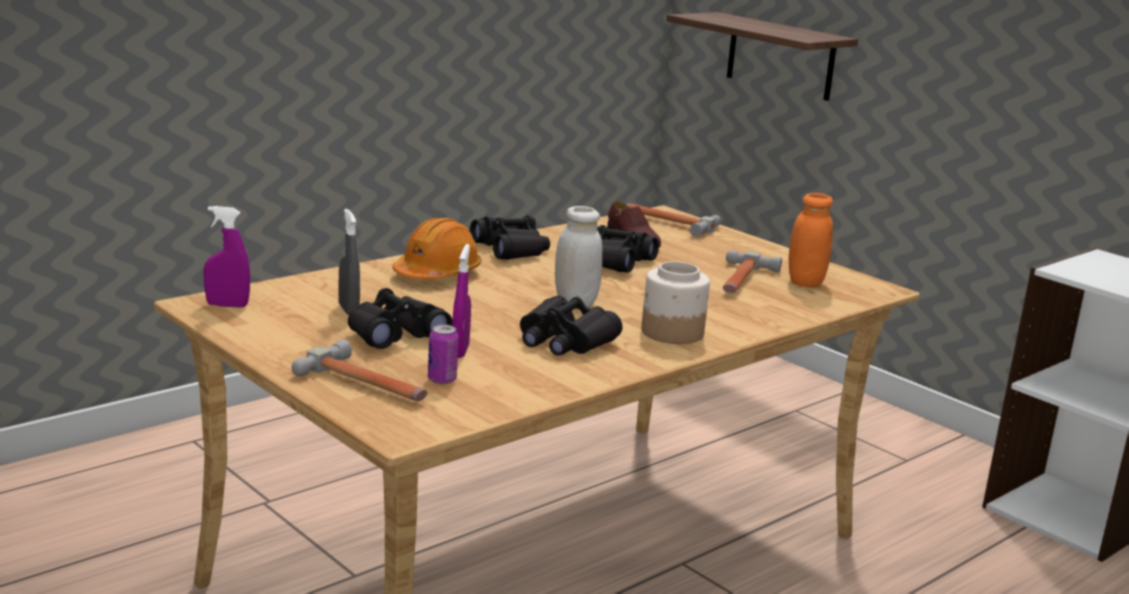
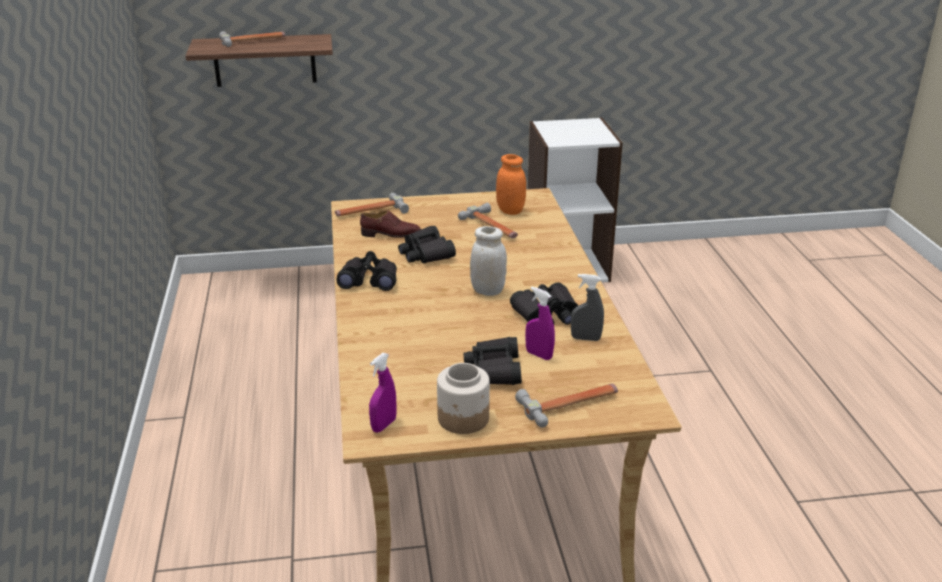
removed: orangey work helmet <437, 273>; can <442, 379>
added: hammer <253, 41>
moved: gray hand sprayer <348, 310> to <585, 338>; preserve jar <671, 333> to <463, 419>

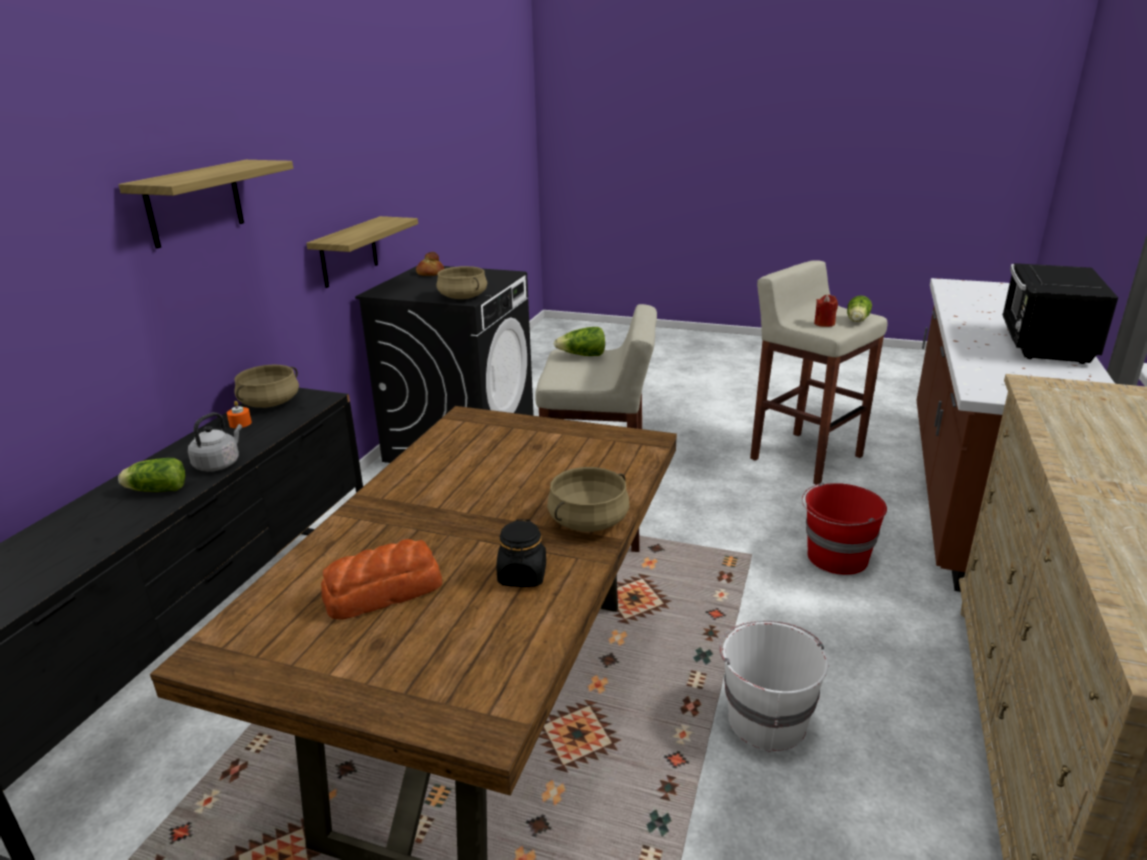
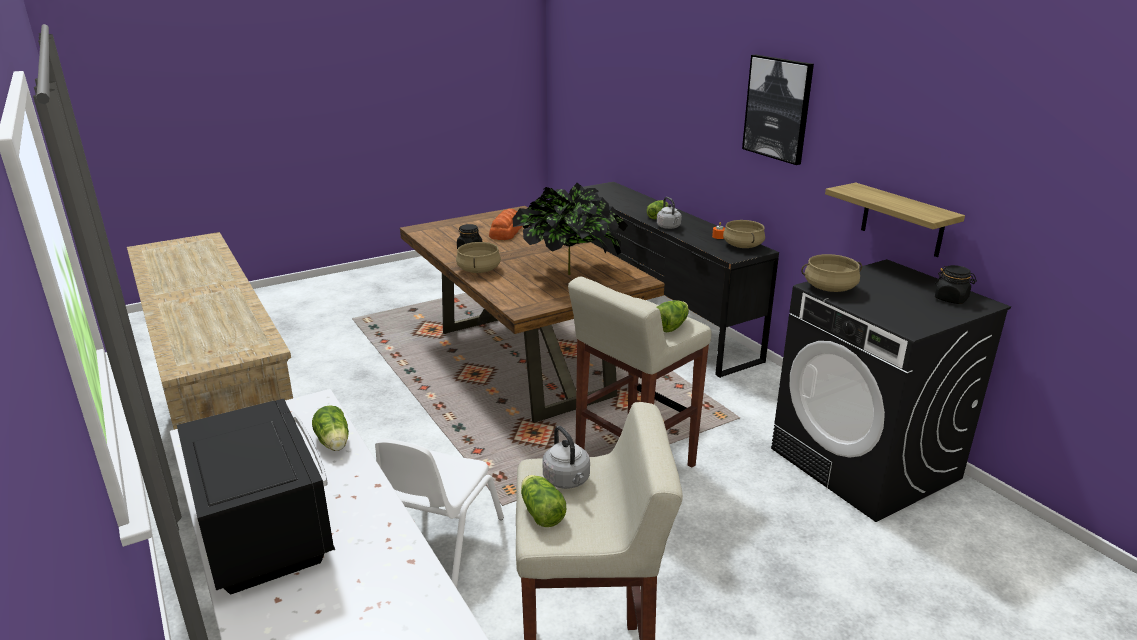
removed: white-coloured pail <765, 719>
added: lettuce <334, 443>; houseplant <570, 273>
replaced: wall shelf <194, 203> to wall art <778, 108>; baked bread <430, 273> to black-coloured preserve jar <951, 299>; red-coloured pail <836, 558> to white-coloured plain chair <439, 543>; red-coloured wax candle <824, 324> to gray tea kettle <567, 481>

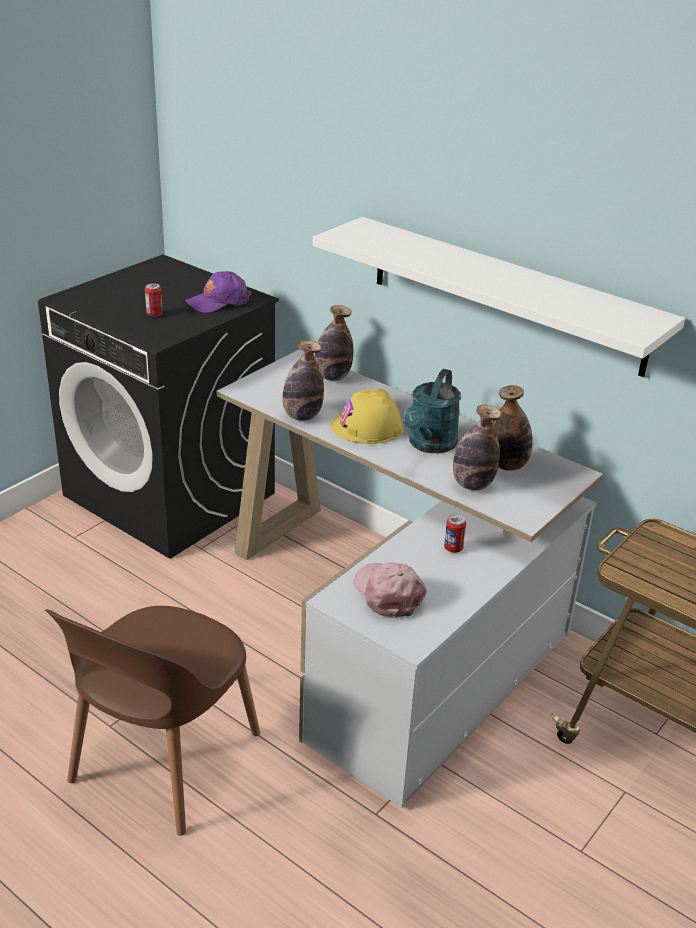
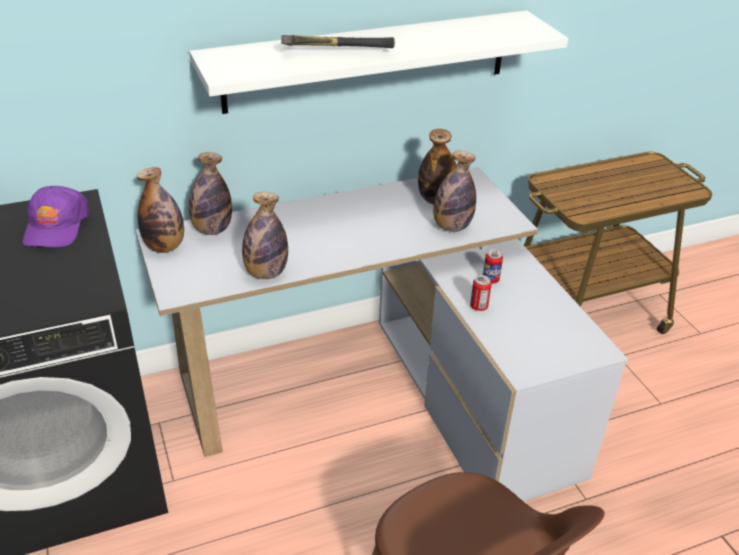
removed: yellowish work helmet <367, 427>; pinkish cap <388, 593>; blue-green watering pot <429, 445>
added: drink bottle <165, 247>; hammer <333, 51>
moved: can <154, 314> to <478, 306>

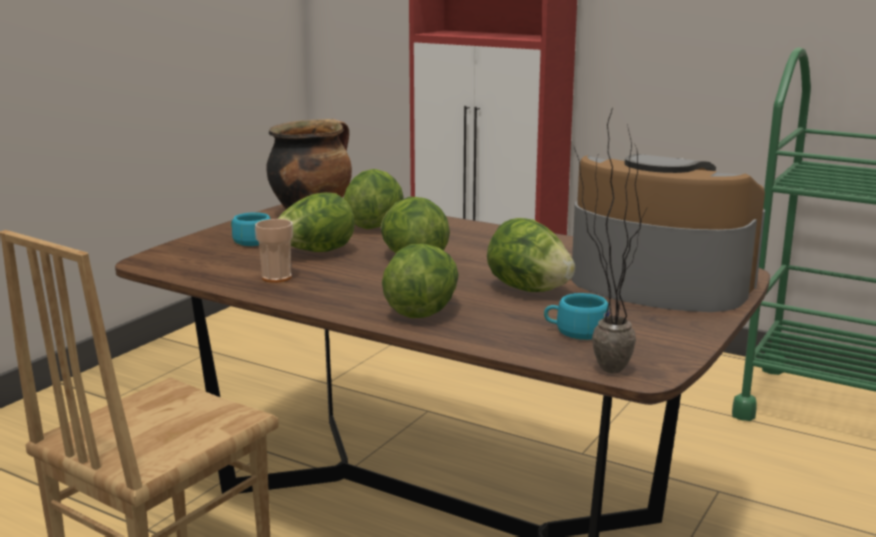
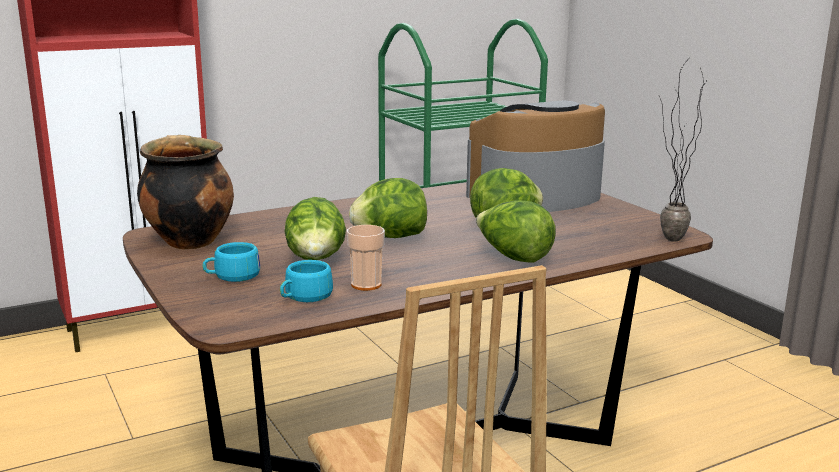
removed: lettuce <374, 226>
moved: blue-green drinking cup <575, 331> to <304, 297>

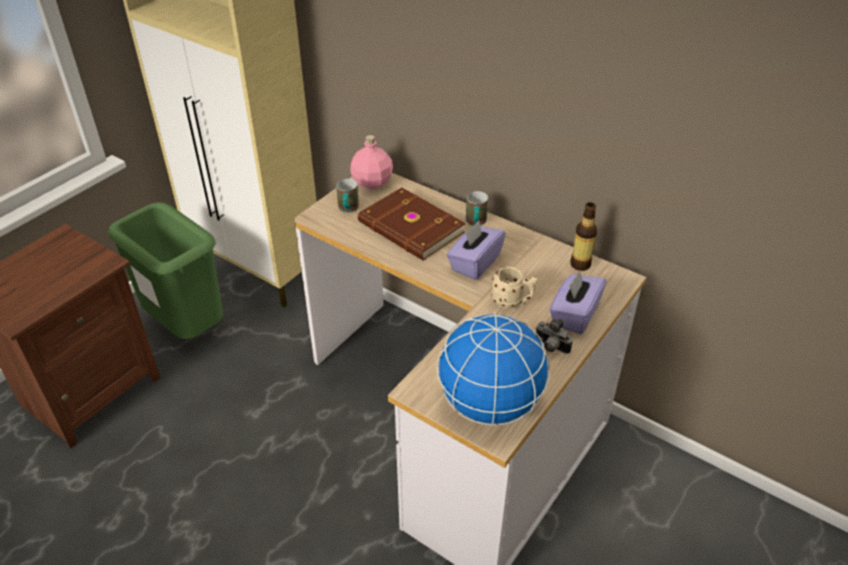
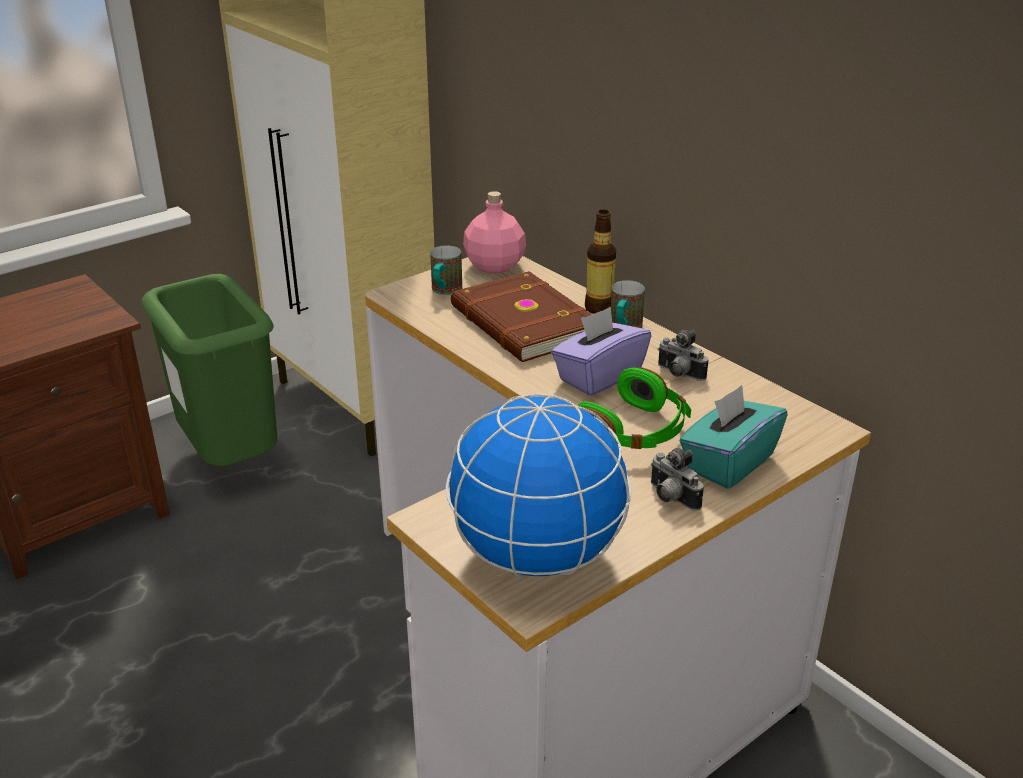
added: still camera <678, 374>
moved: drink bottle <580, 264> to <598, 308>
replaced: beige-coloured coffee mug <512, 302> to green headphones <635, 432>
recoloured: purple-coloured box of tissues <574, 315> to blue-green box of tissues <728, 463>

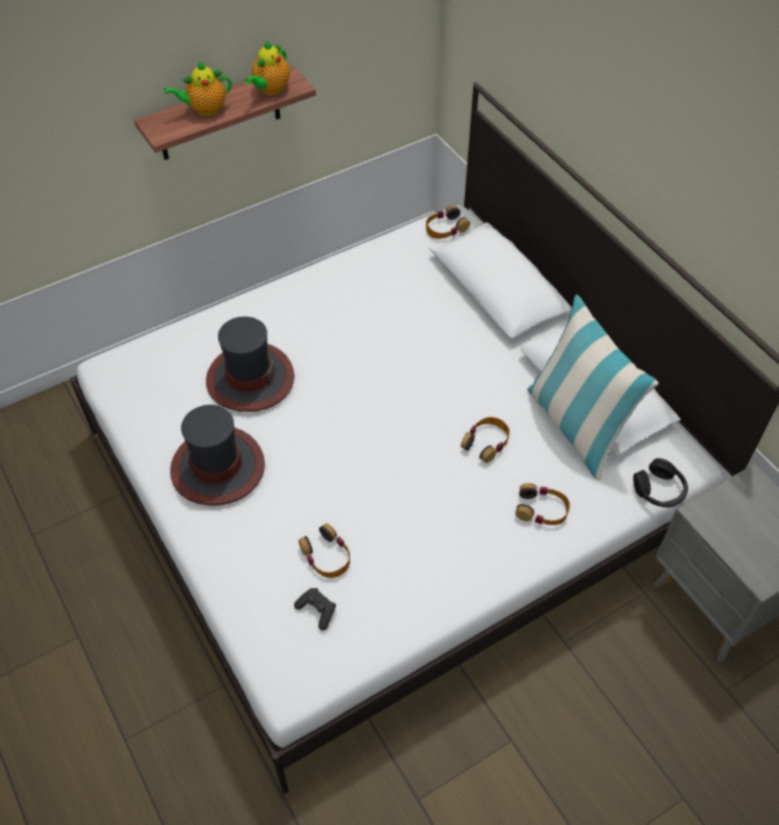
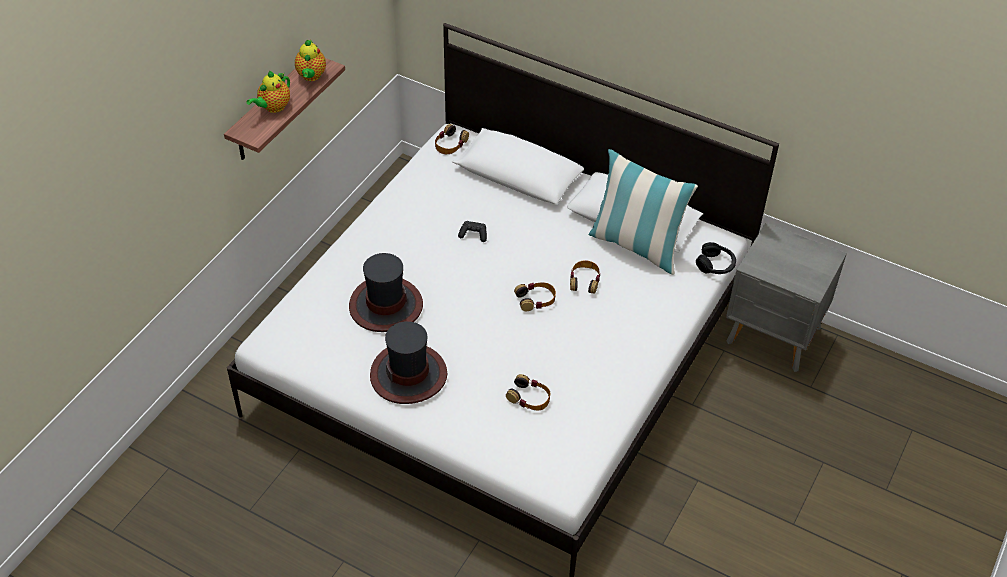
moved: black-coloured joypad <317, 611> to <473, 235>; headphones <542, 509> to <536, 299>

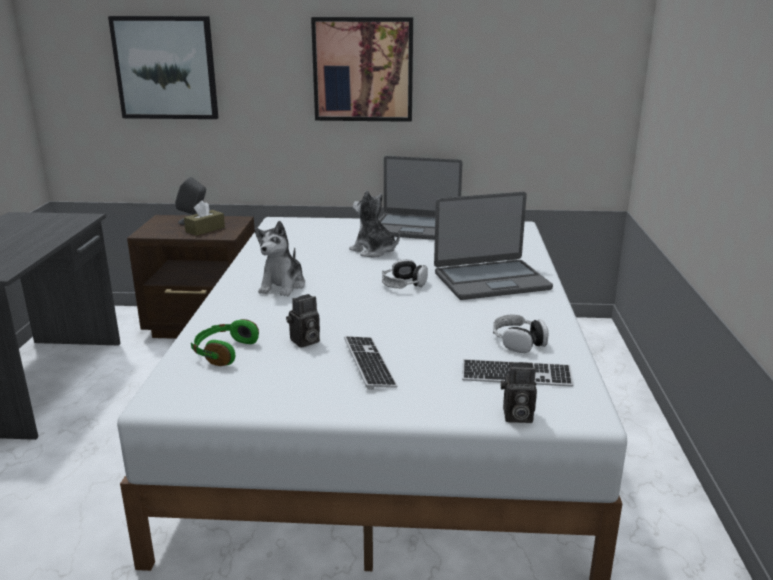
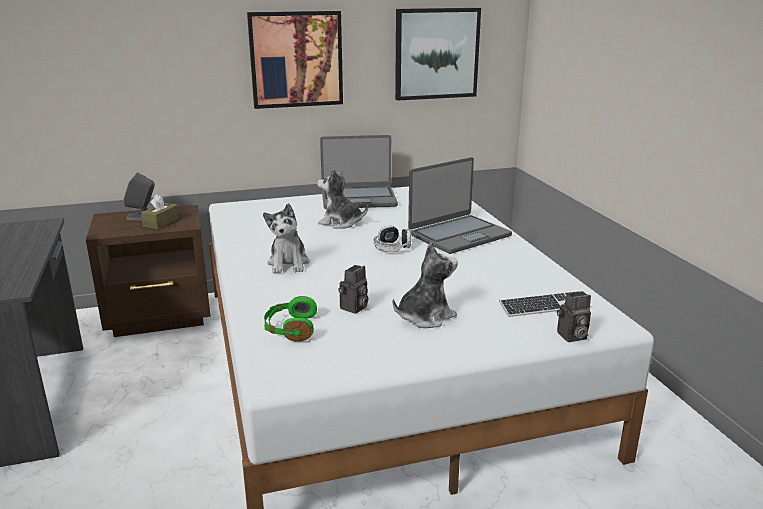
removed: headphones <518, 342>
moved: wall art <166, 68> to <436, 53>
replaced: PC keyboard <369, 363> to plush toy <425, 317>

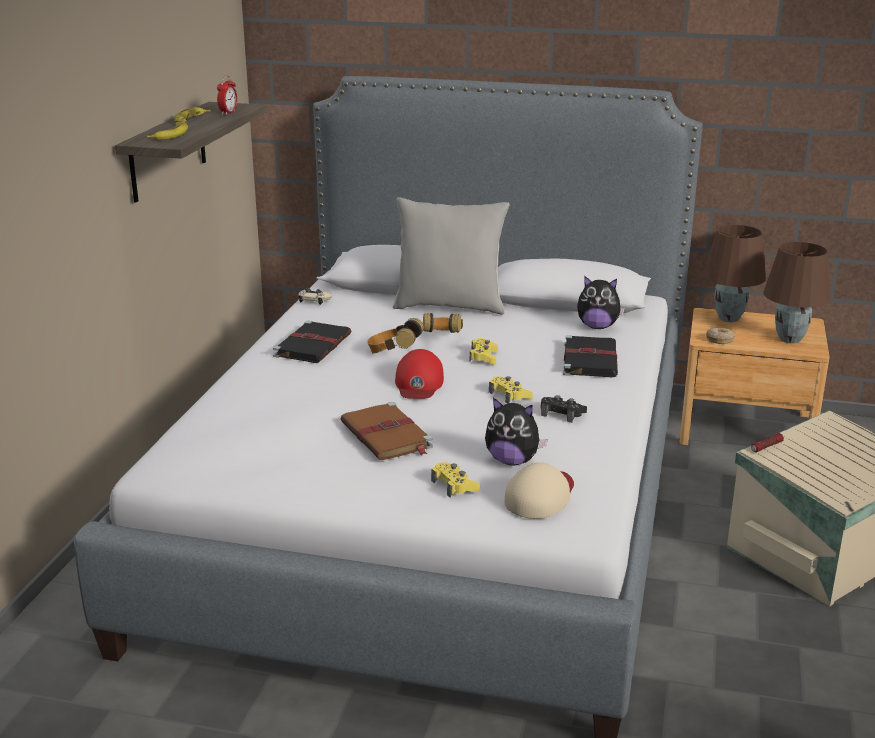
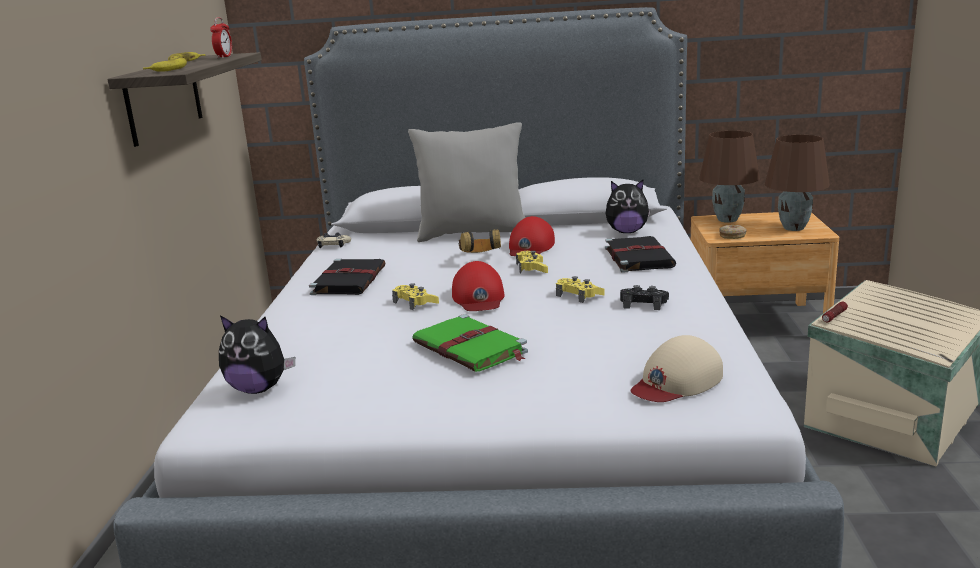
removed: headphones <393, 353>
added: red-coloured cap <530, 247>
moved: yellowish joypad <455, 485> to <415, 302>; plush toy <512, 461> to <258, 389>
recoloured: brown bound book <387, 436> to green bound book <471, 348>
turned: beige-coloured cap <541, 496> = <676, 381> 150 degrees counterclockwise

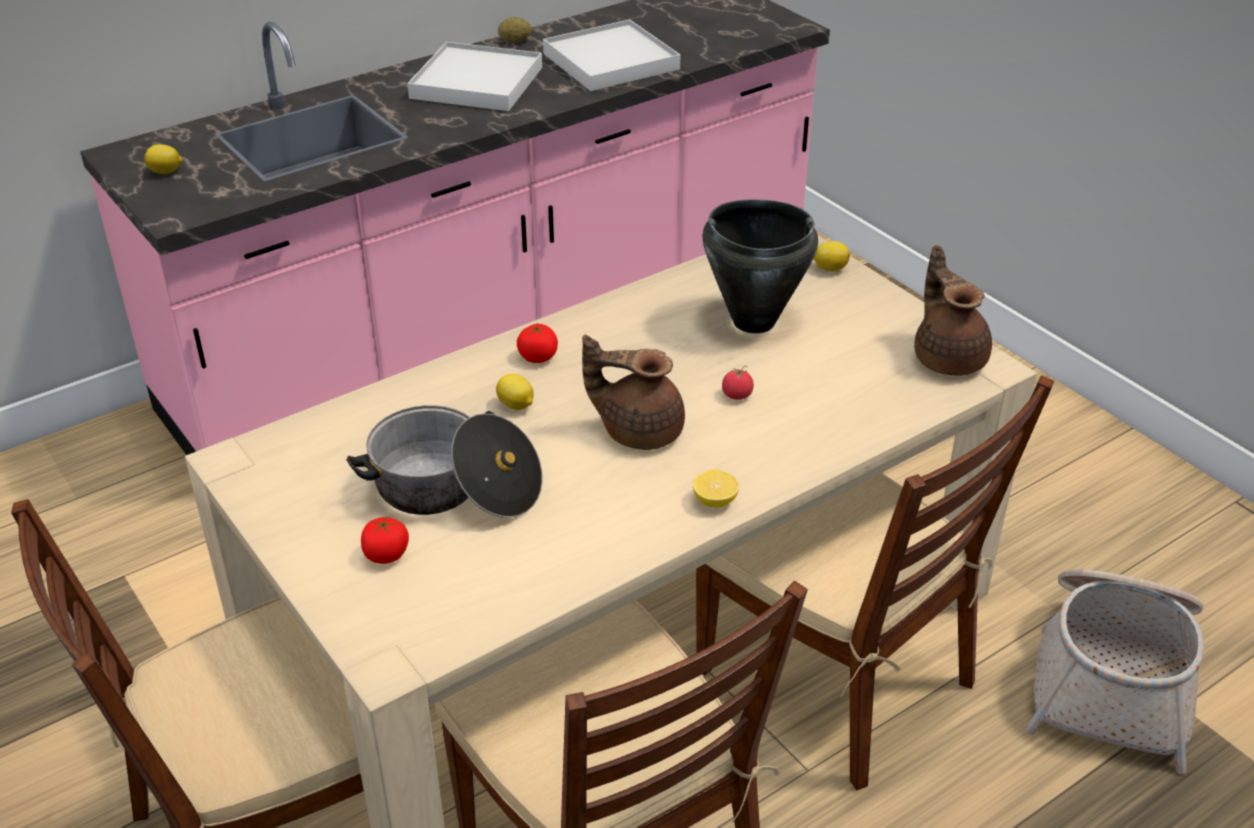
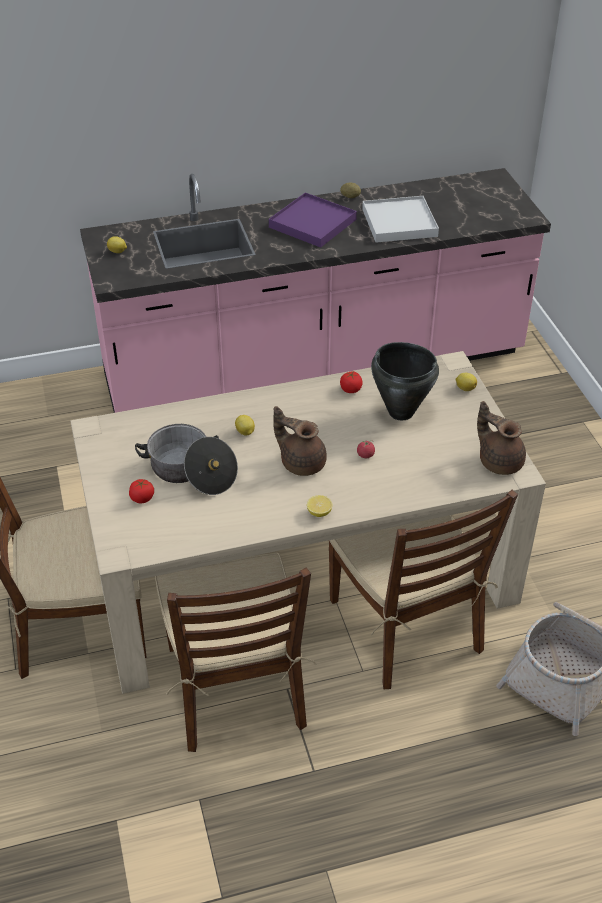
moved: whole tomato <538, 357> to <351, 389>
recoloured: white-coloured carrying tray <477, 82> to purple-coloured carrying tray <313, 223>
turned: brown teapot <948, 357> = <499, 461> 45 degrees counterclockwise

